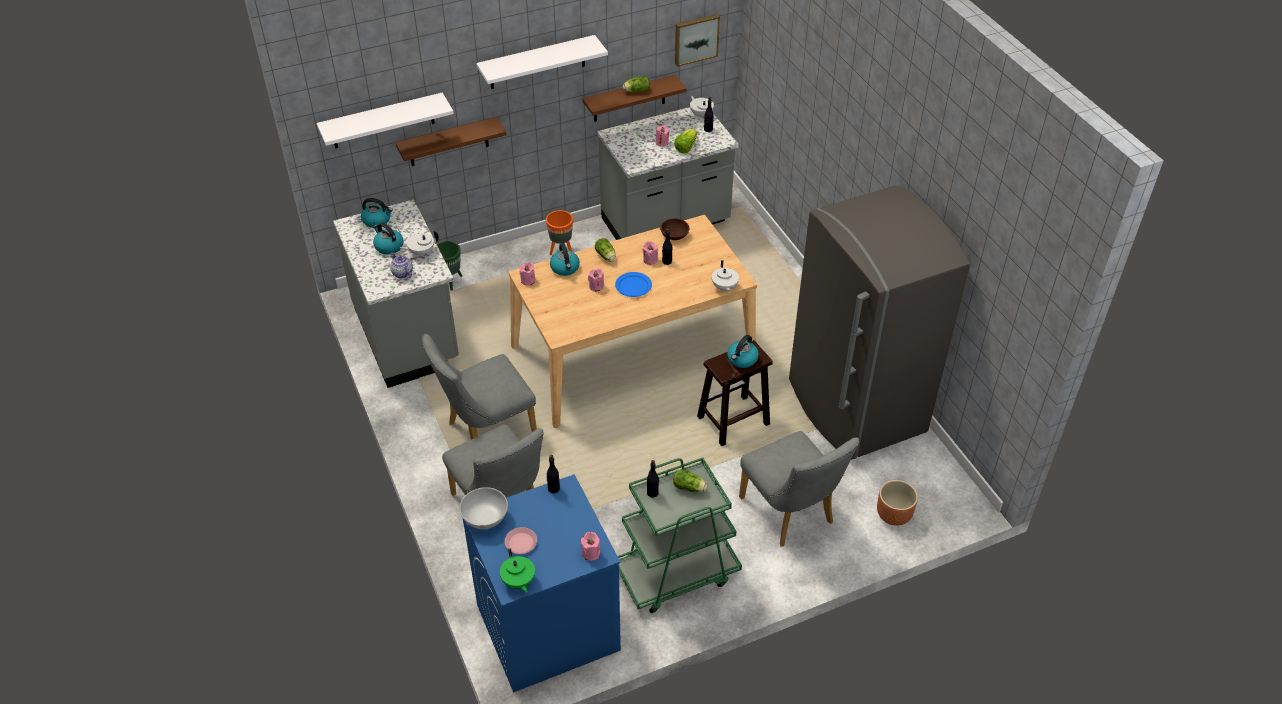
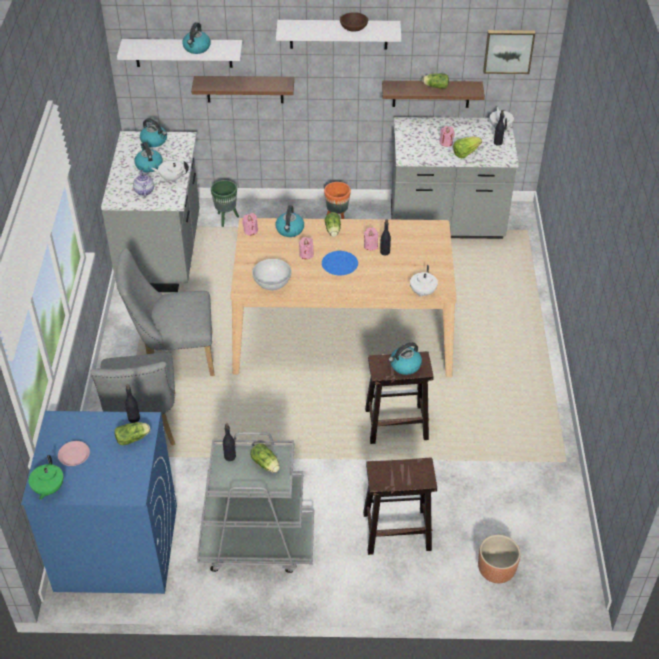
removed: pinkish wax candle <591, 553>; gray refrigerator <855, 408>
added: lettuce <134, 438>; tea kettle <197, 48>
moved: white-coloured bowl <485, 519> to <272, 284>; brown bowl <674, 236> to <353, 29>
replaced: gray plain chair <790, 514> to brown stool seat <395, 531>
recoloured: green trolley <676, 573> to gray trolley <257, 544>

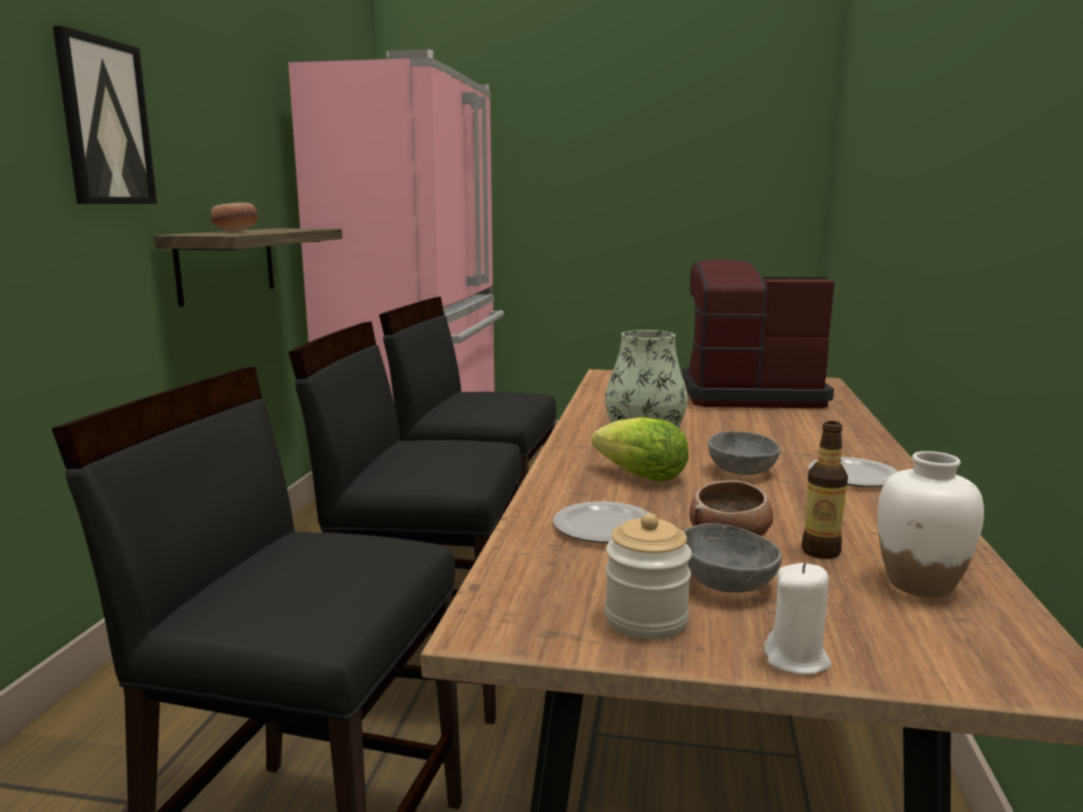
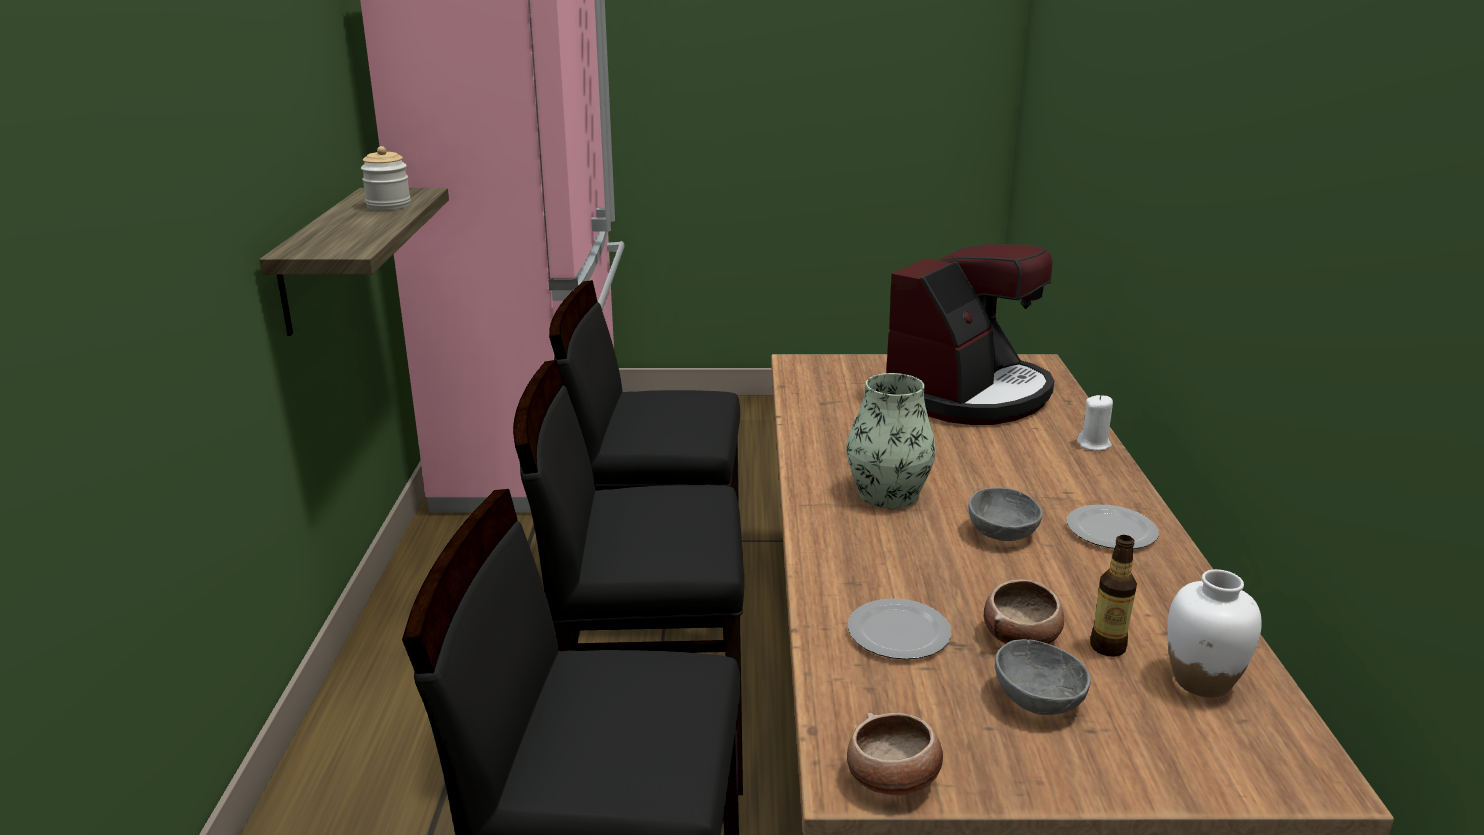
removed: wall art <105, 123>; lettuce <641, 477>
moved: bowl <235, 232> to <893, 780>; preserve jar <646, 619> to <388, 206>; white-coloured wax candle <797, 660> to <1094, 445>
turned: coffee brewer <748, 395> = <968, 395> 135 degrees clockwise

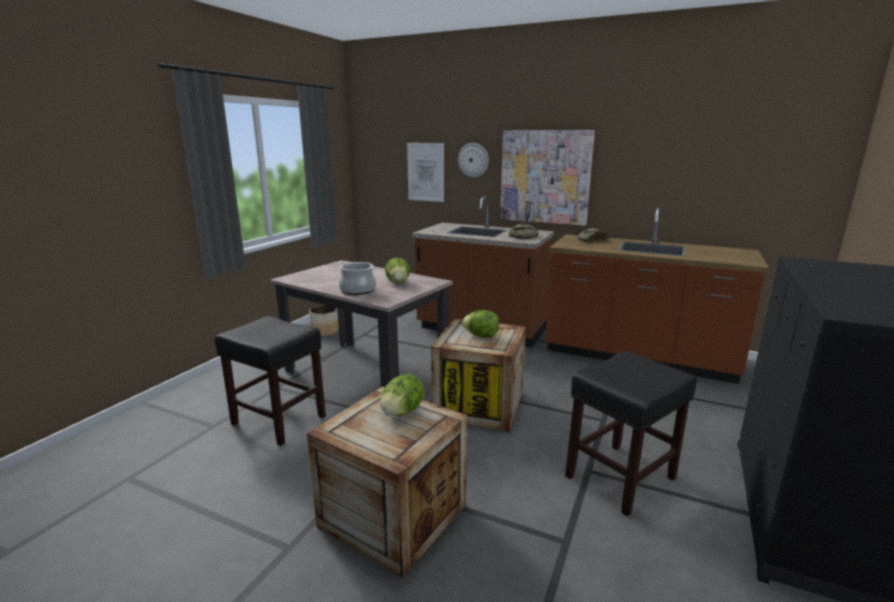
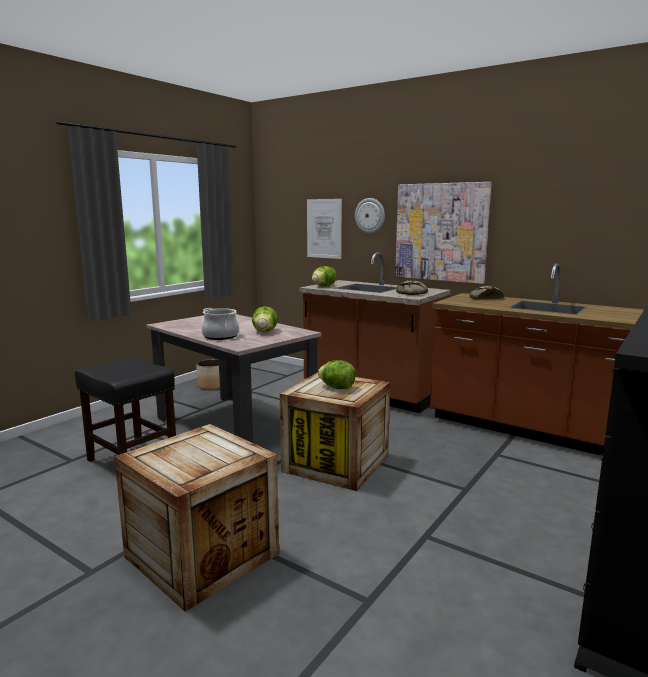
removed: black-coloured stool seat <621, 476>
moved: lettuce <402, 412> to <323, 286>

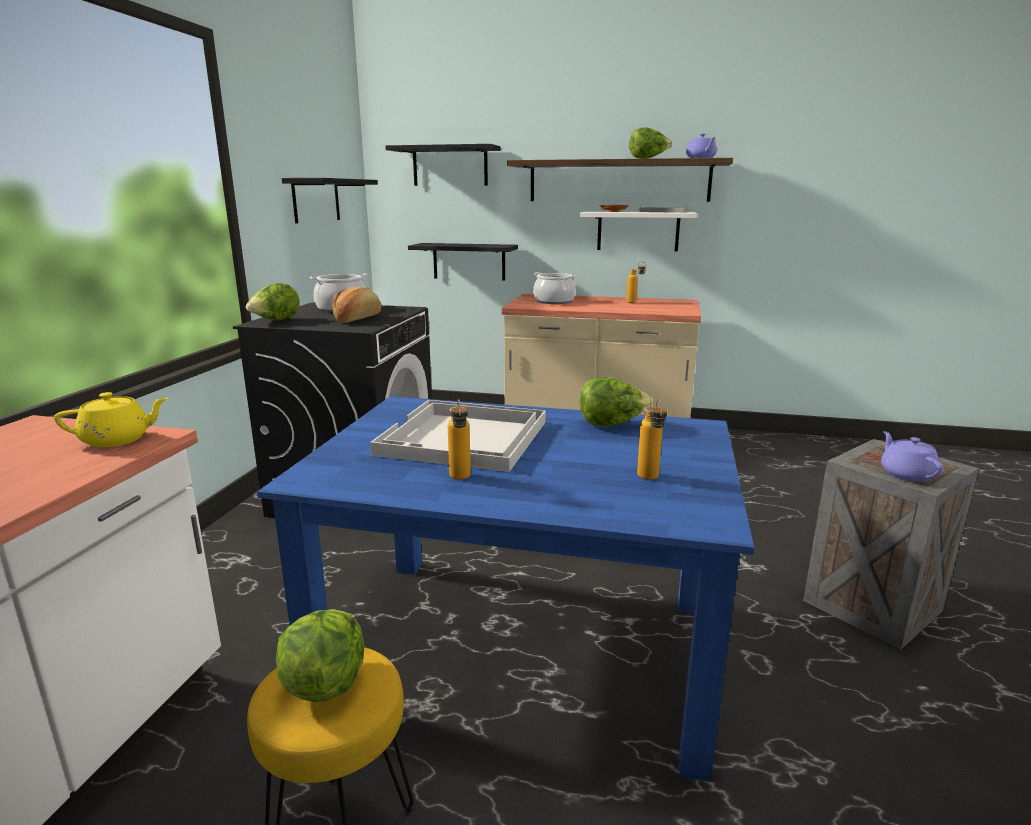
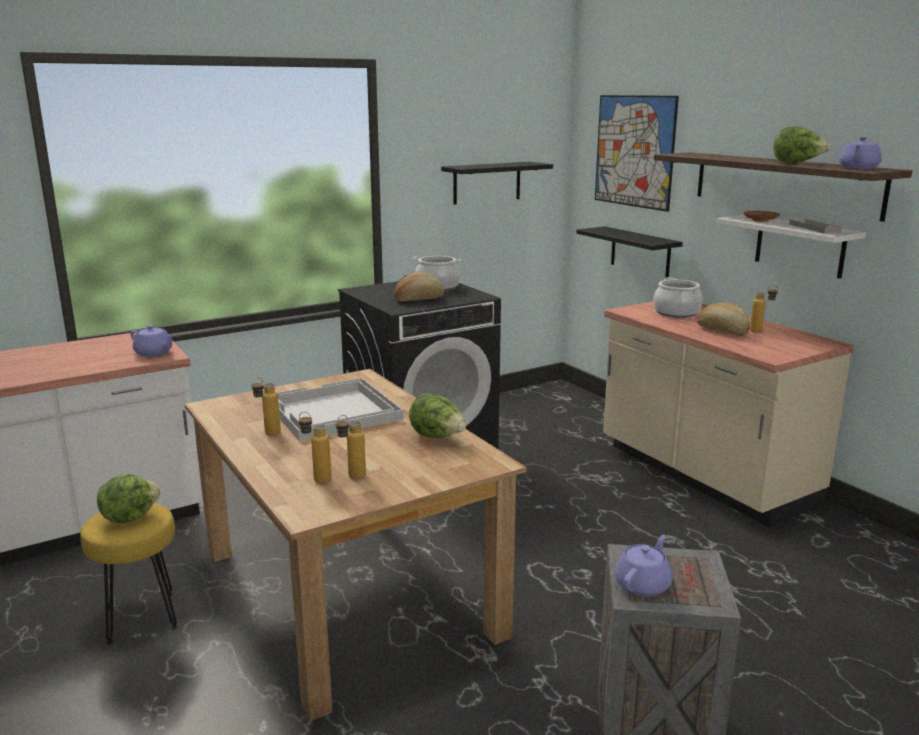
removed: lettuce <275, 321>
added: drink bottle <316, 478>; baked bread <722, 331>
replaced: black-coloured wall shelf <450, 166> to wall art <634, 151>
recoloured: yellowish teapot <118, 439> to purple-coloured teapot <154, 353>; blue dinner table <524, 645> to brown dinner table <350, 593>

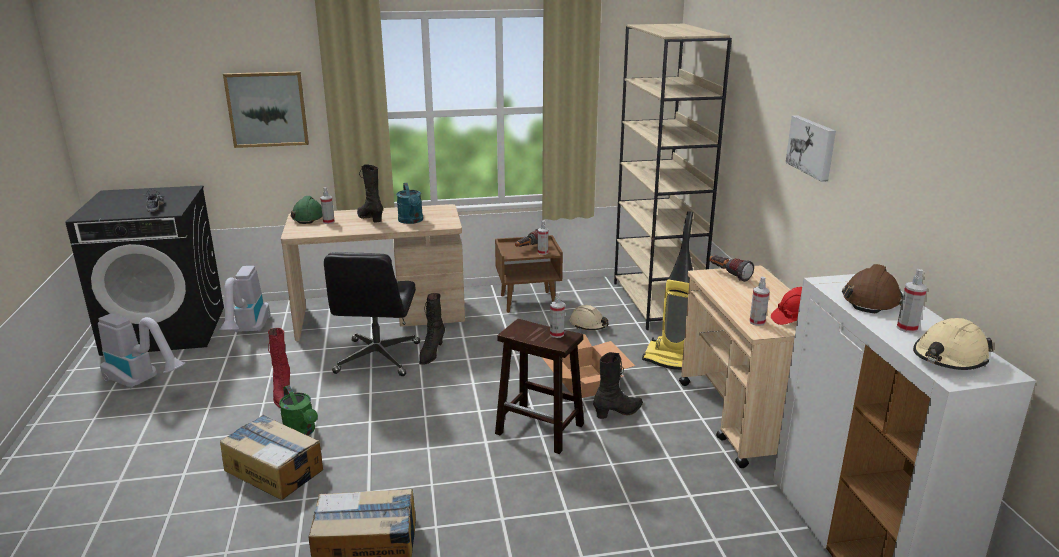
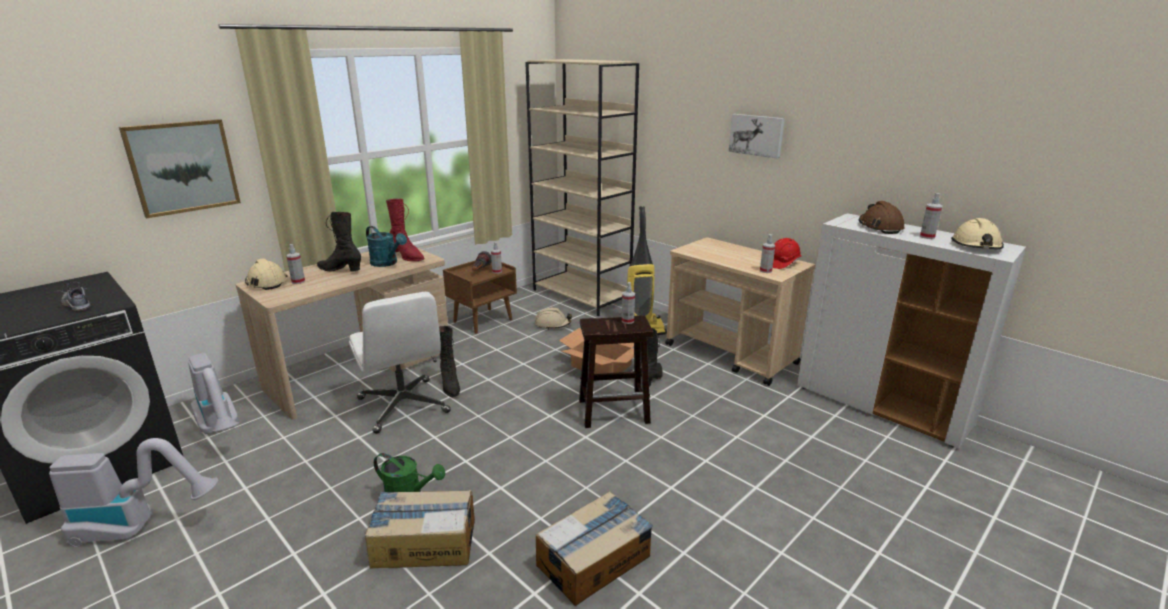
removed: hand torch <728, 275>
moved: red-coloured tall boot <283, 394> to <407, 256>
recoloured: green work helmet <308, 217> to beige-coloured work helmet <266, 282>; black-coloured desk chair <378, 358> to white-coloured desk chair <404, 406>

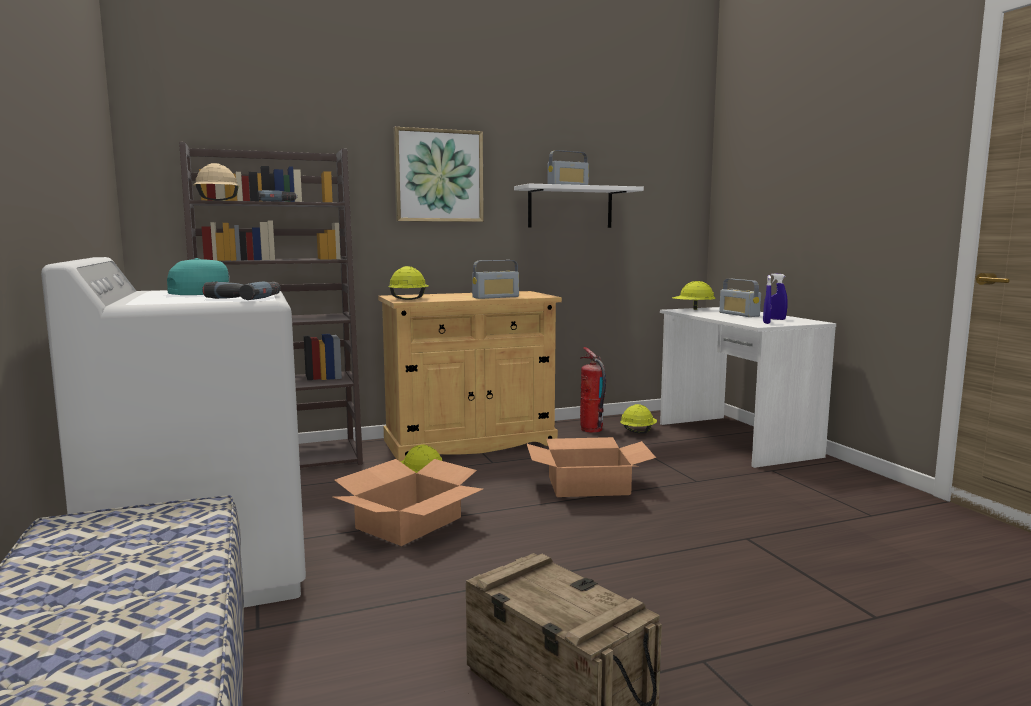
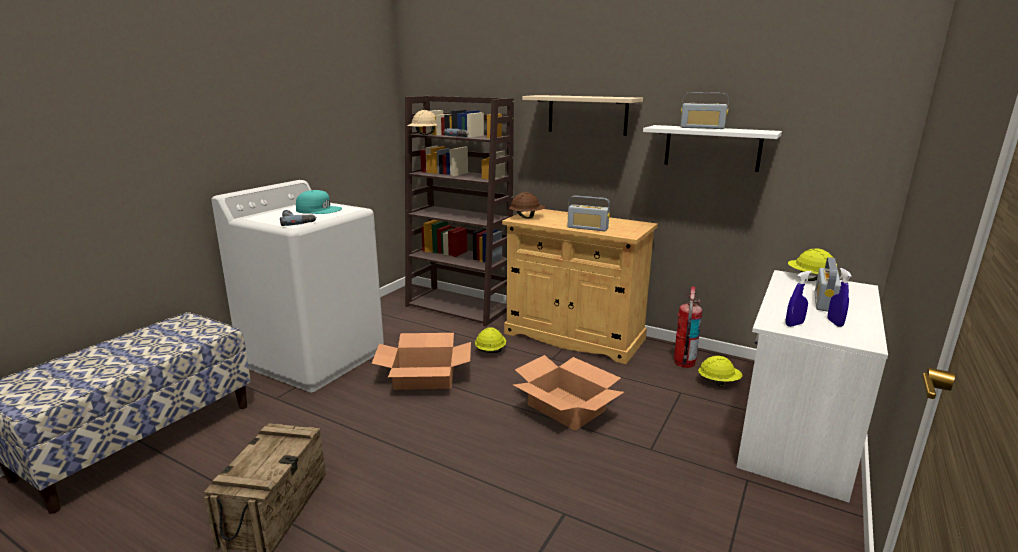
replaced: wall art <438, 176> to beige-coloured wall shelf <587, 115>
recoloured: yellowish work helmet <408, 299> to brown work helmet <527, 217>

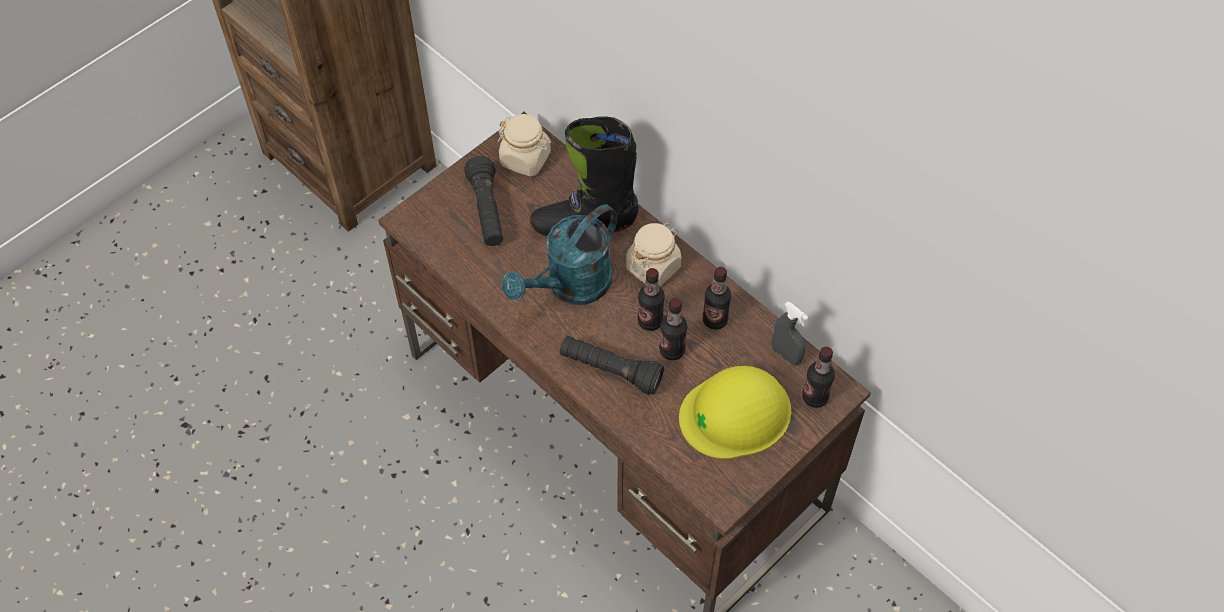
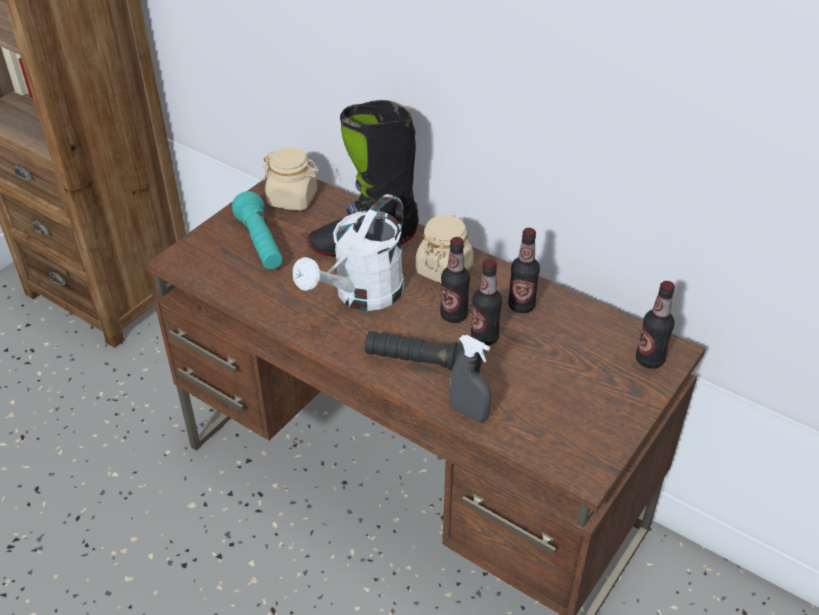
removed: yellowish work helmet <736, 413>
moved: gray hand sprayer <786, 355> to <468, 413>
recoloured: black-coloured hand torch <487, 211> to blue-green hand torch <260, 243>; blue-green watering pot <570, 287> to white-coloured watering pot <361, 296>

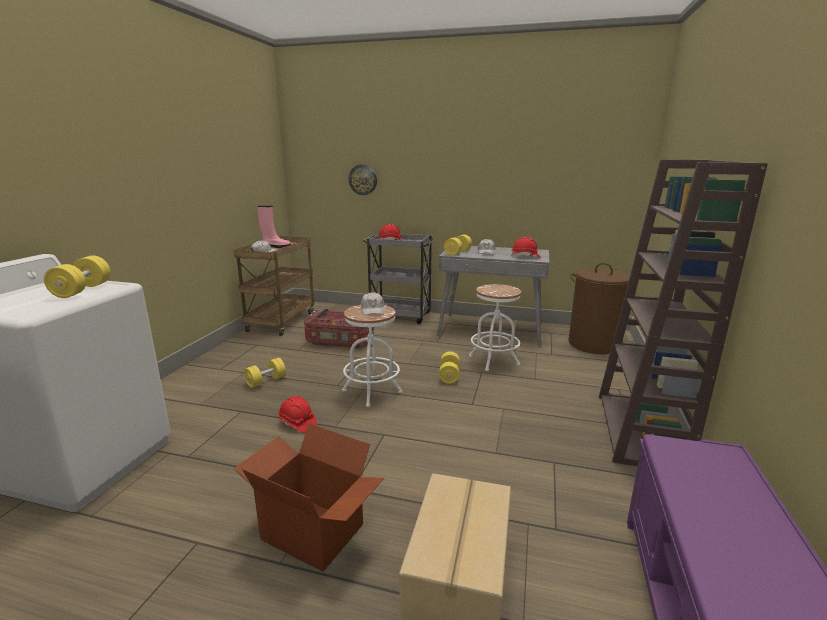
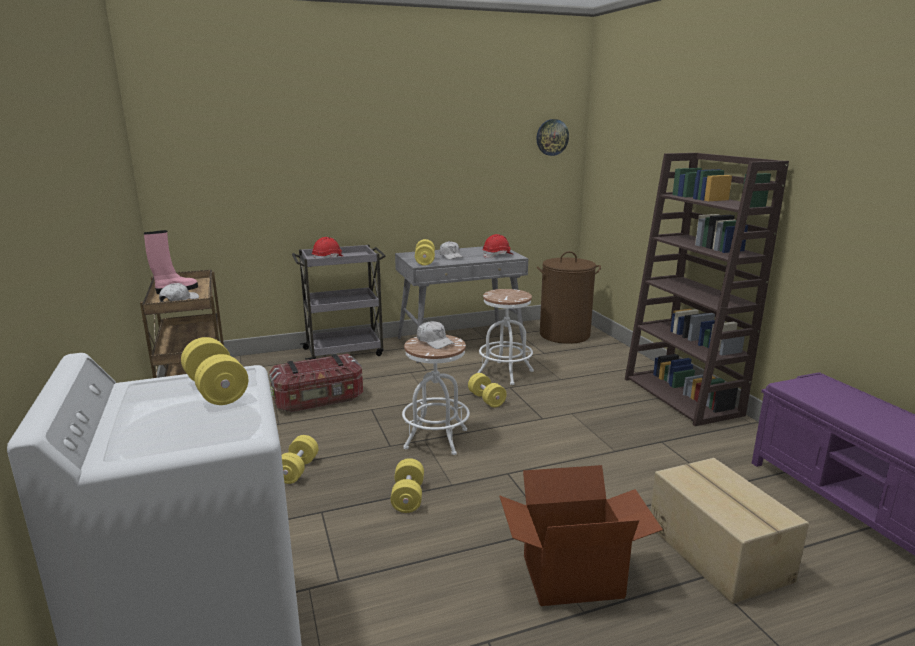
moved: hanging clock <363, 179> to <552, 137>
replaced: red-coloured work helmet <297, 423> to yellowish hand weight <408, 497>

